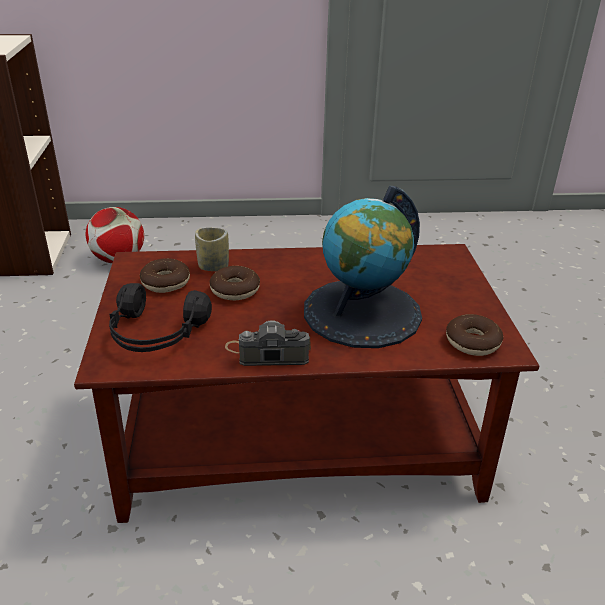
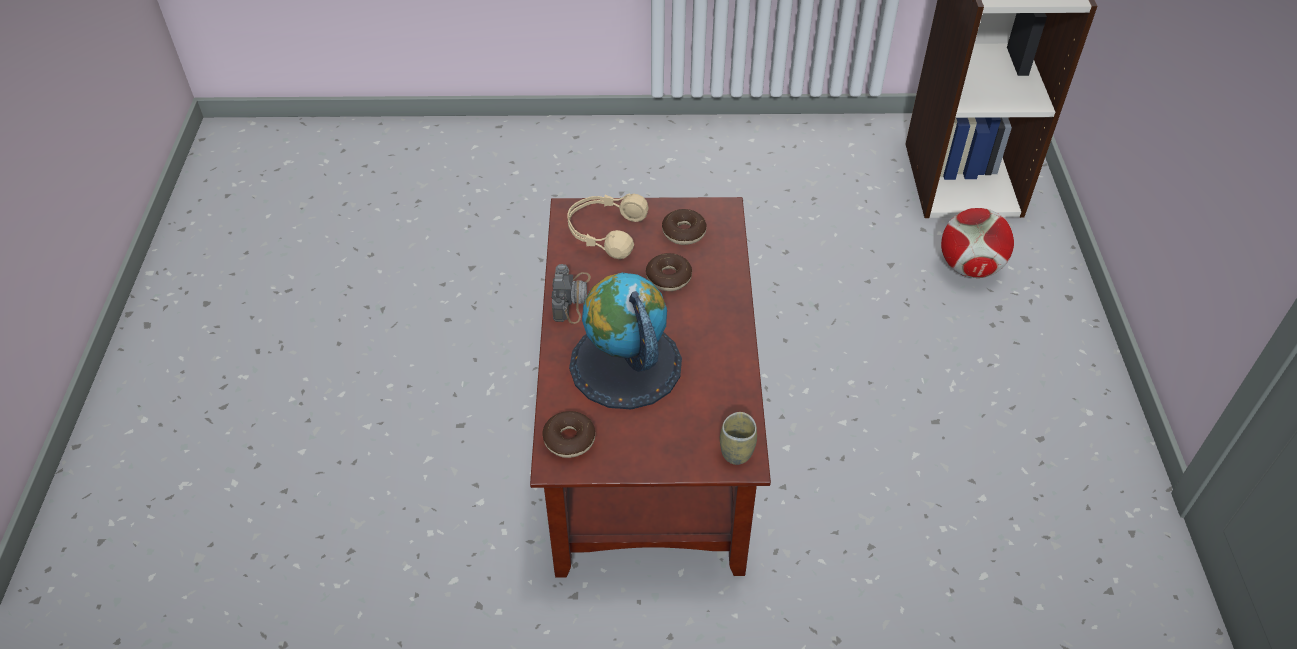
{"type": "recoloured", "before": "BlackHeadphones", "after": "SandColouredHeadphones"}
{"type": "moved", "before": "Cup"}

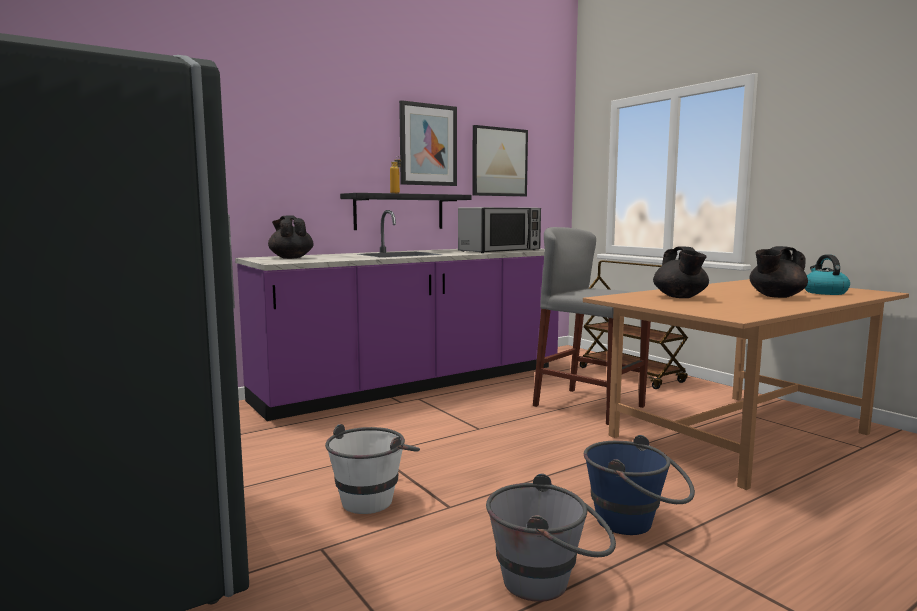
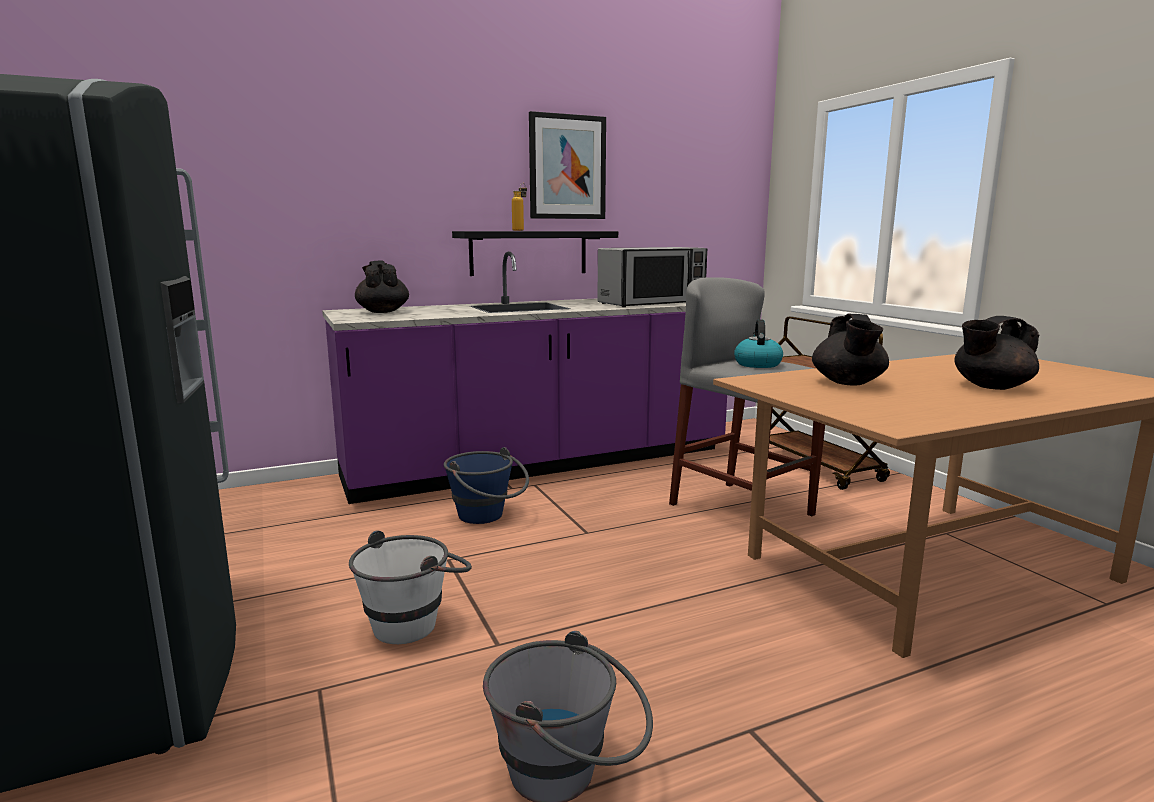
{"type": "moved", "before": "BlueColouredBucket"}
{"type": "moved", "before": "Kettle"}
{"type": "removed", "before": "WallPicture (2nd from left)"}

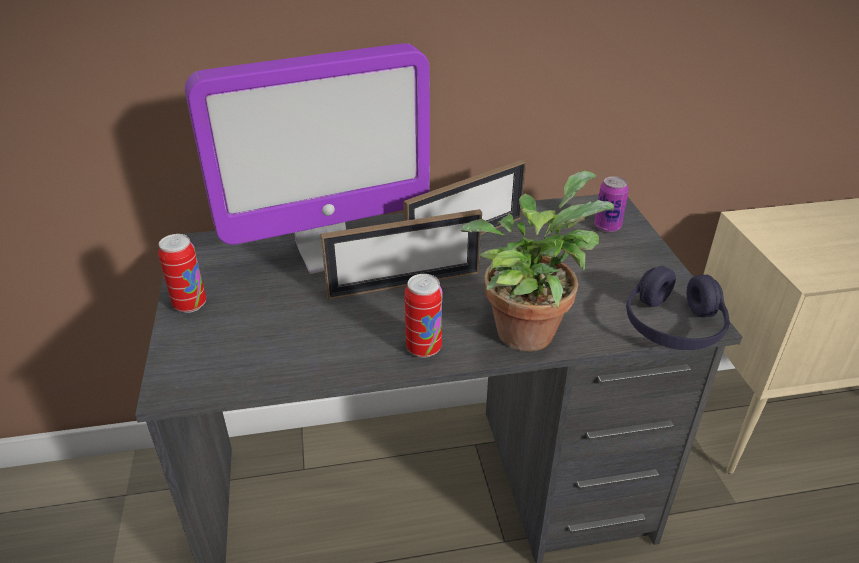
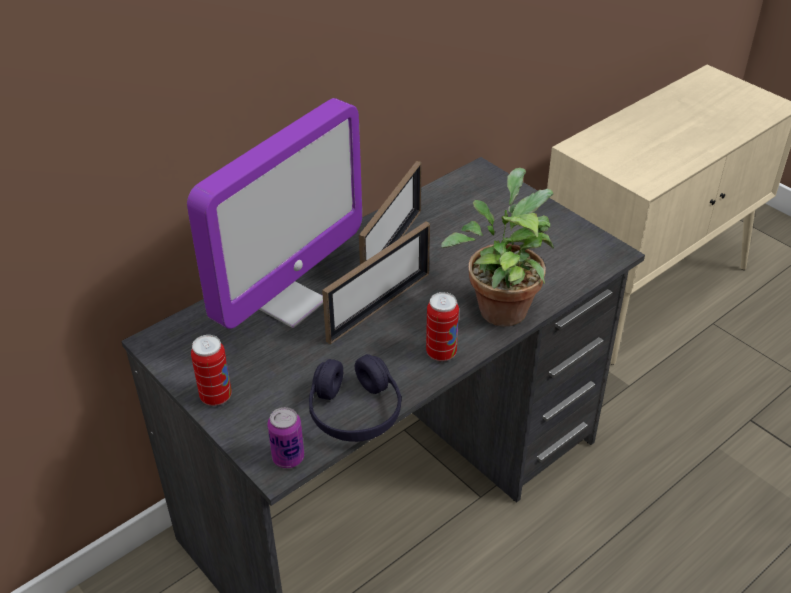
{"type": "moved", "before": "SealedCan (3rd from left in the first image)", "after": "SealedCan (2nd from left)"}
{"type": "moved", "before": "PurpleColouredHeadphones"}

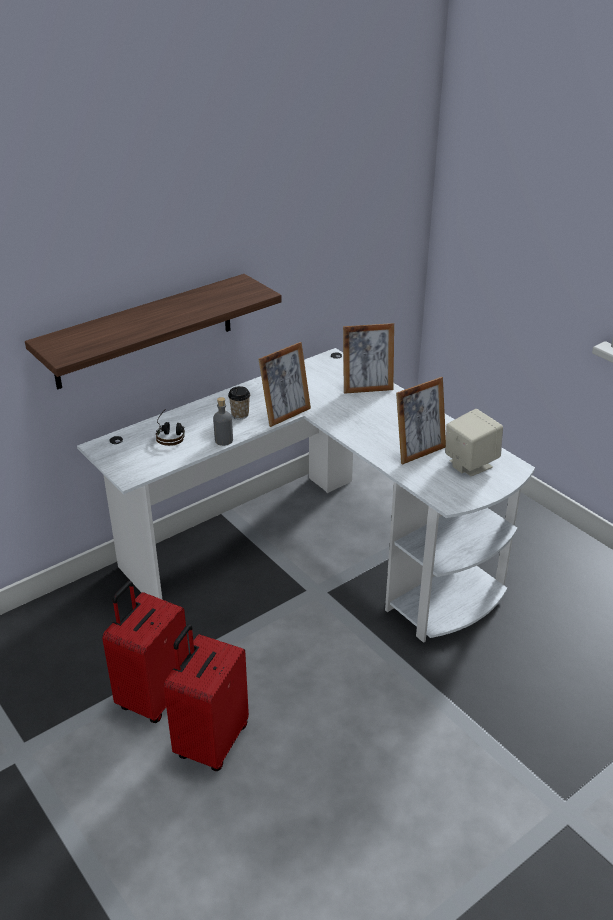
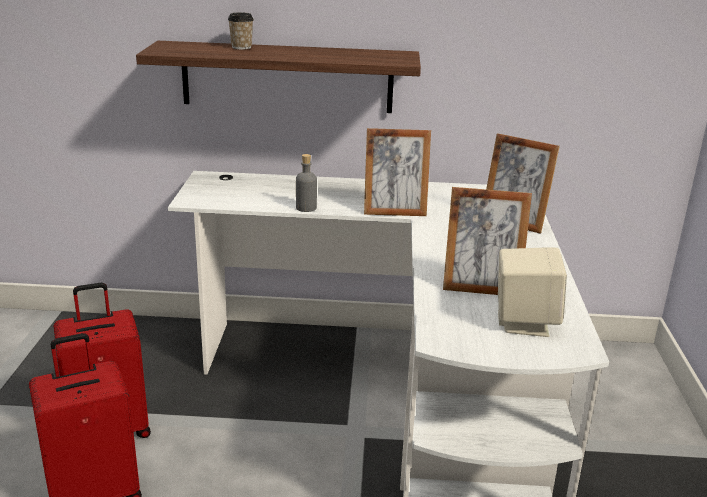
{"type": "moved", "before": "Cup"}
{"type": "removed", "before": "Headphones"}

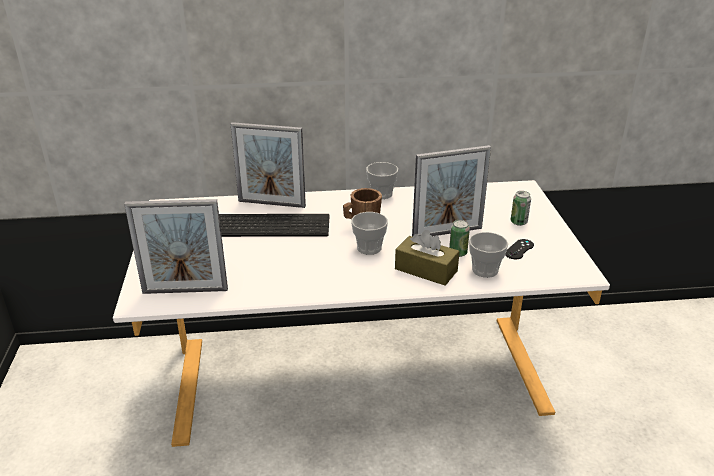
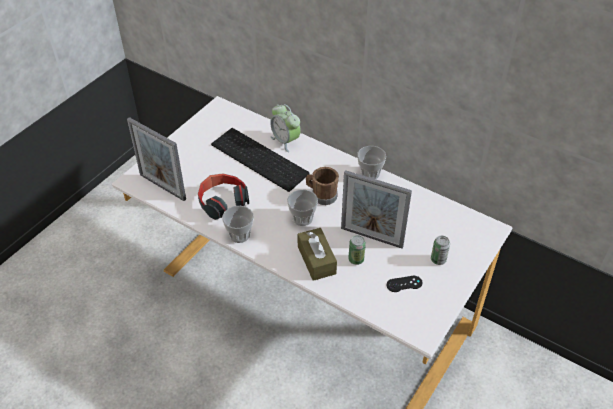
{"type": "added", "after": "Headphones"}
{"type": "moved", "before": "Cup (3rd from left in the first image)", "after": "Cup (1st from left)"}
{"type": "replaced", "before": "PhotoFrame (2nd from left)", "after": "TableClock"}

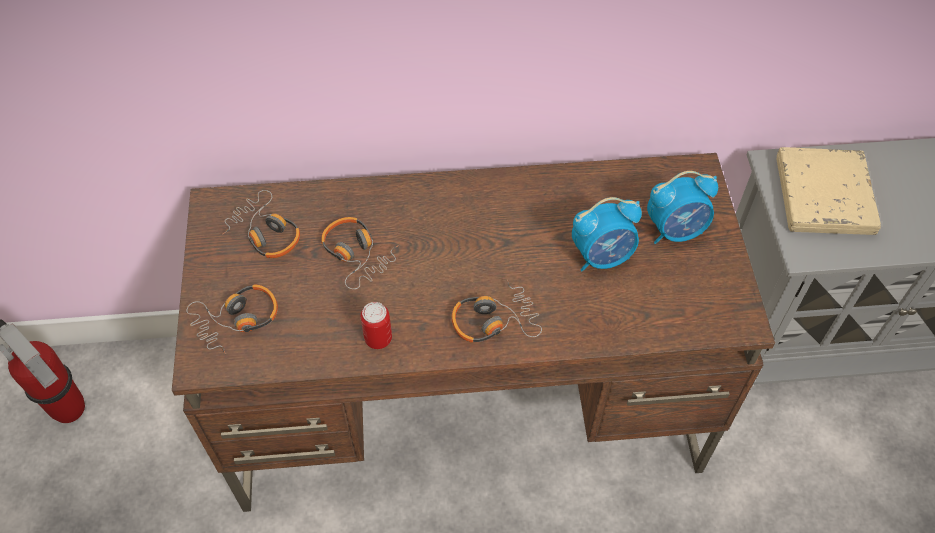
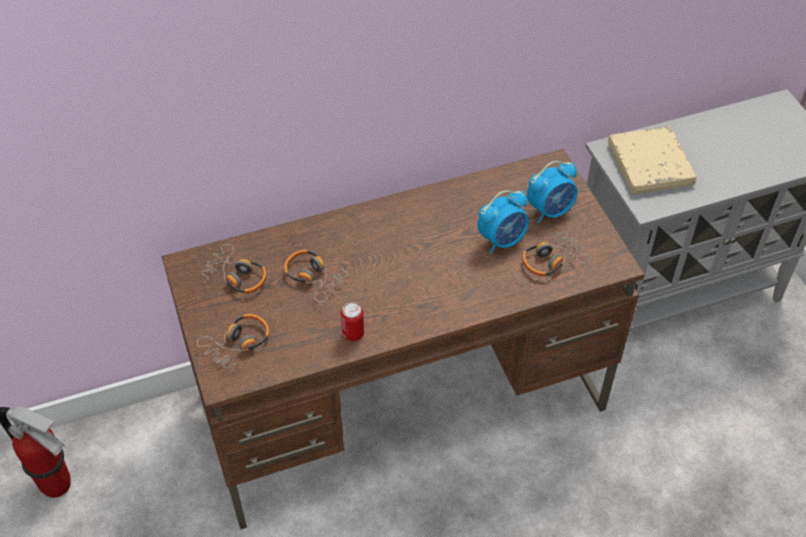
{"type": "moved", "before": "Headphones (4th from left)"}

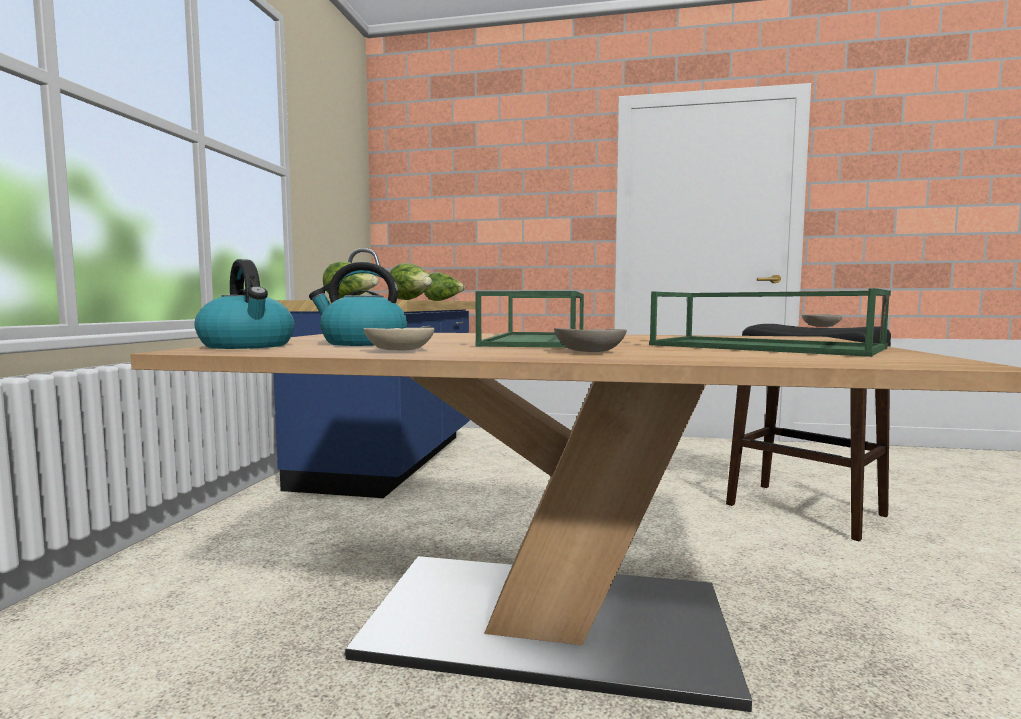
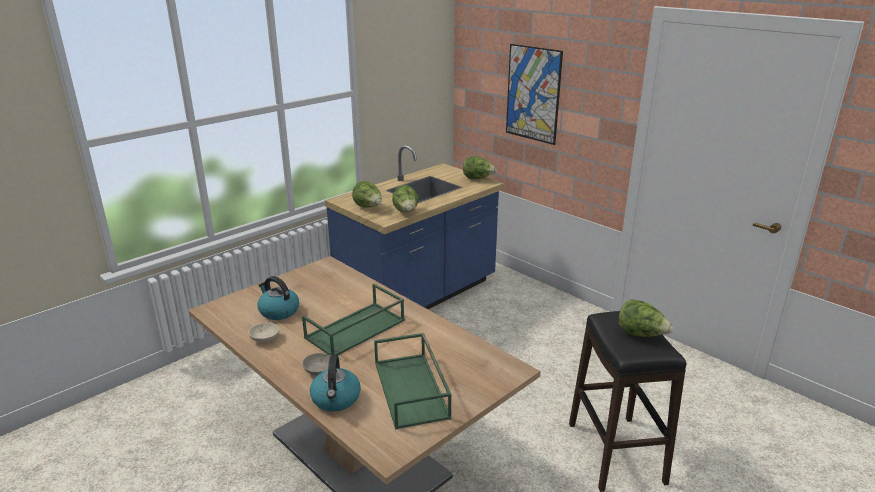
{"type": "moved", "before": "Kettle (1st from left in the first image)", "after": "Kettle (2nd from left)"}
{"type": "added", "after": "WallPicture"}
{"type": "replaced", "before": "SandColouredBowl (3rd from left)", "after": "LettuceHead (4th from left)"}

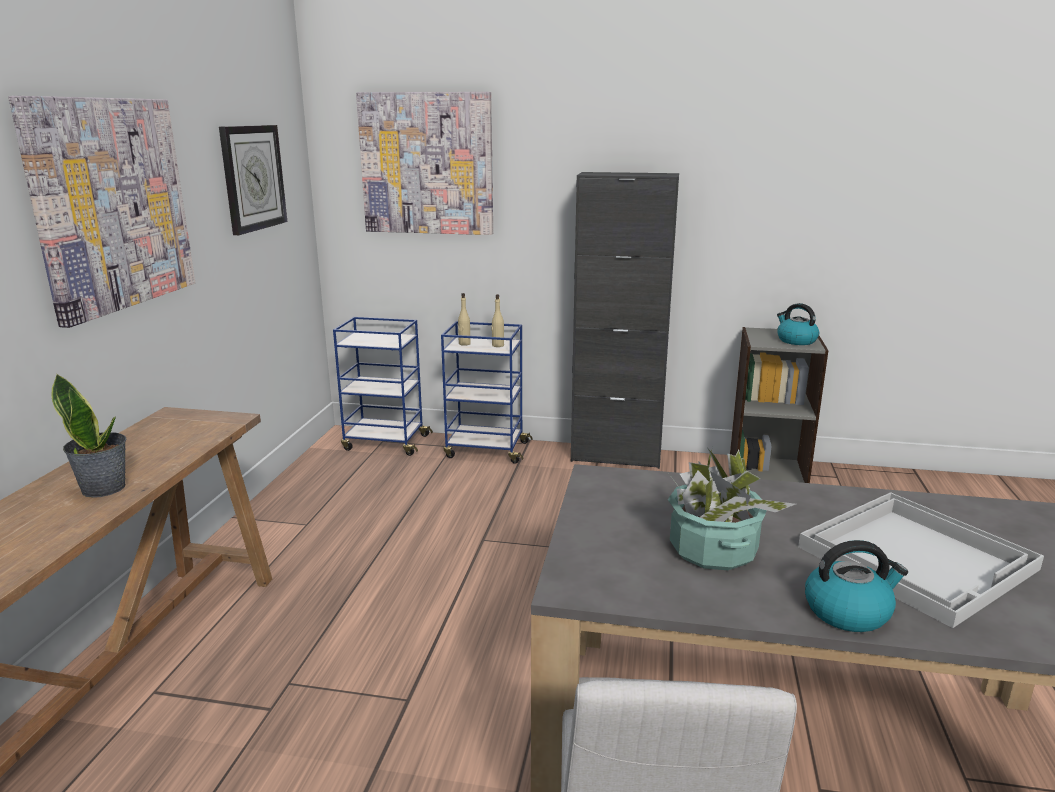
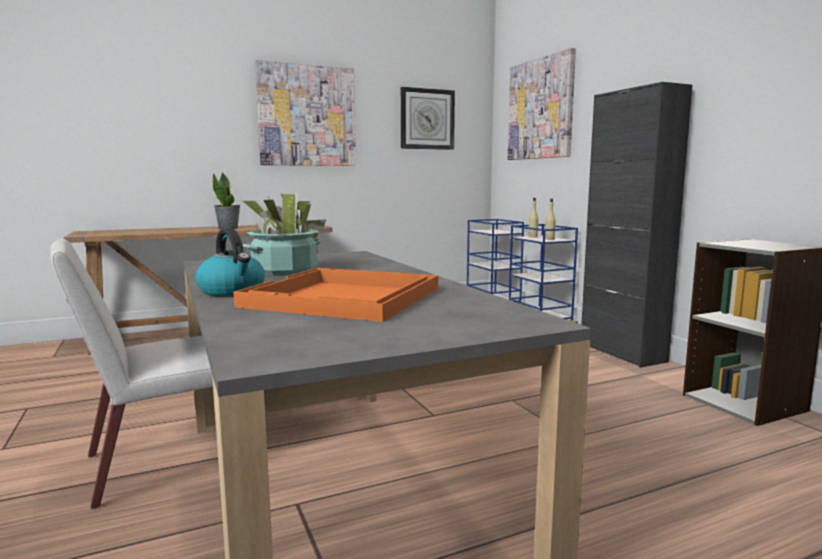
{"type": "recoloured", "before": "WhiteCarryingTray", "after": "OrangeyCarryingTray"}
{"type": "removed", "before": "Kettle (1st from left)"}

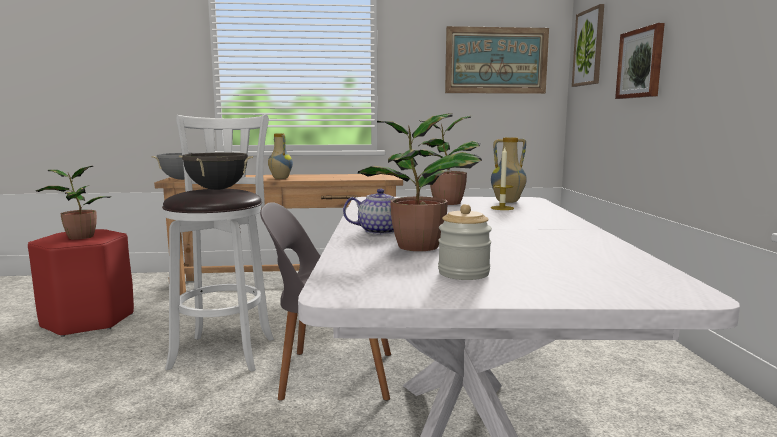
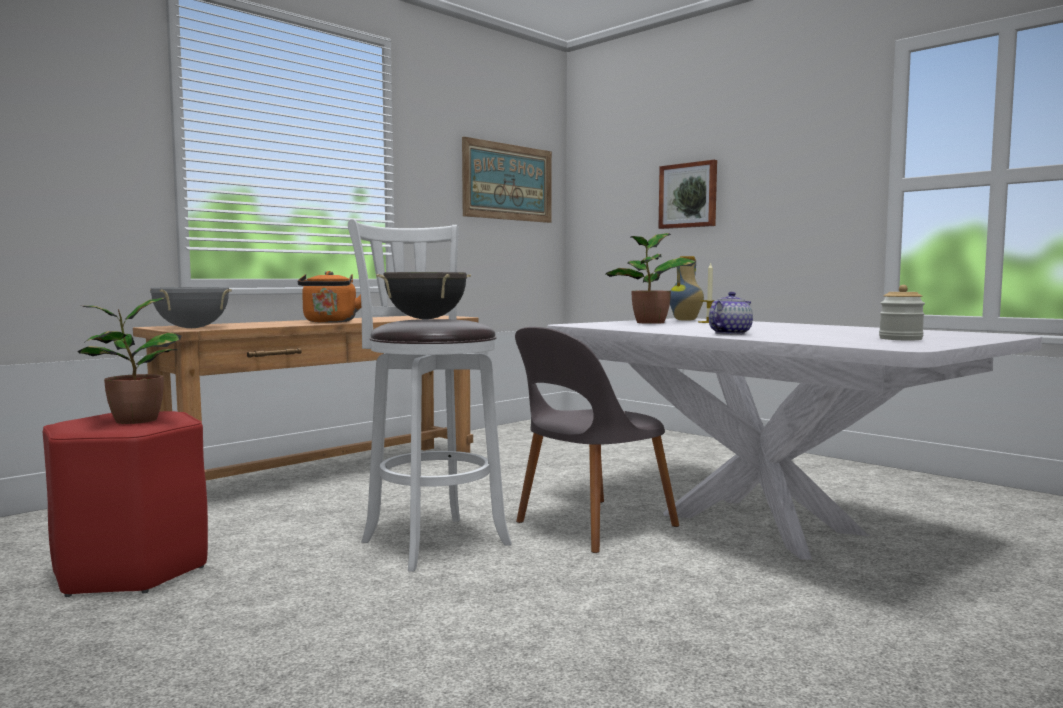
{"type": "replaced", "before": "DecorativeVase (1st from left)", "after": "OrangeyKettle"}
{"type": "removed", "before": "Houseplant (2nd from left)"}
{"type": "removed", "before": "WallPicture (2nd from left)"}

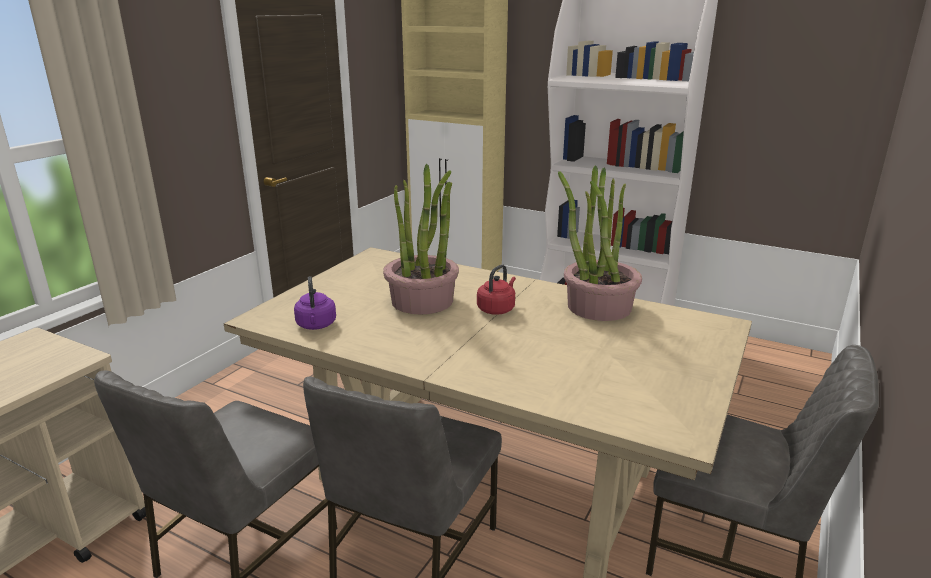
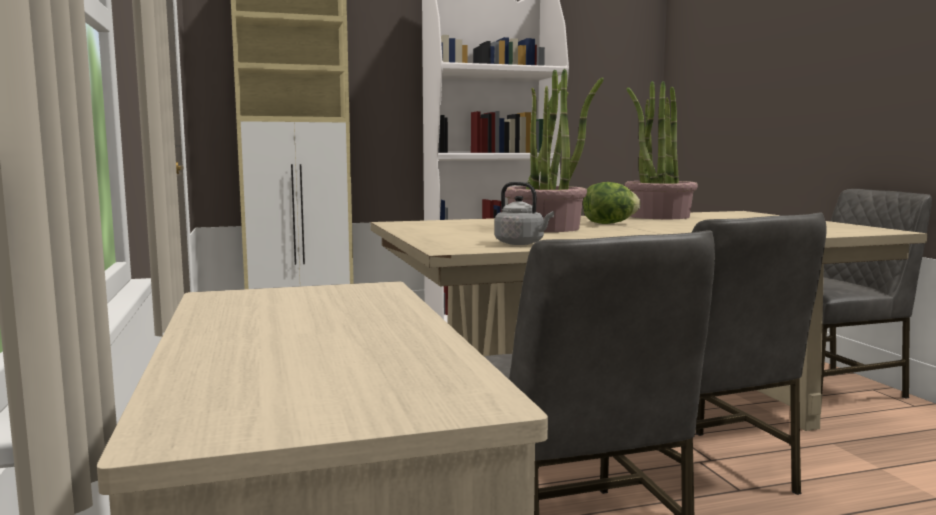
{"type": "recoloured", "before": "PurpleColouredKettle", "after": "GrayKettle"}
{"type": "replaced", "before": "RedColouredKettle", "after": "LettuceHead"}

